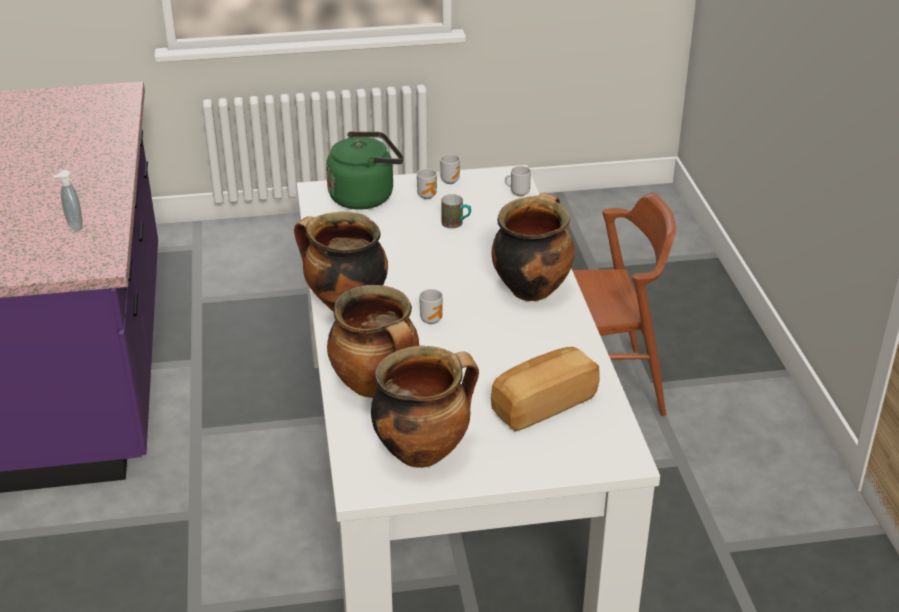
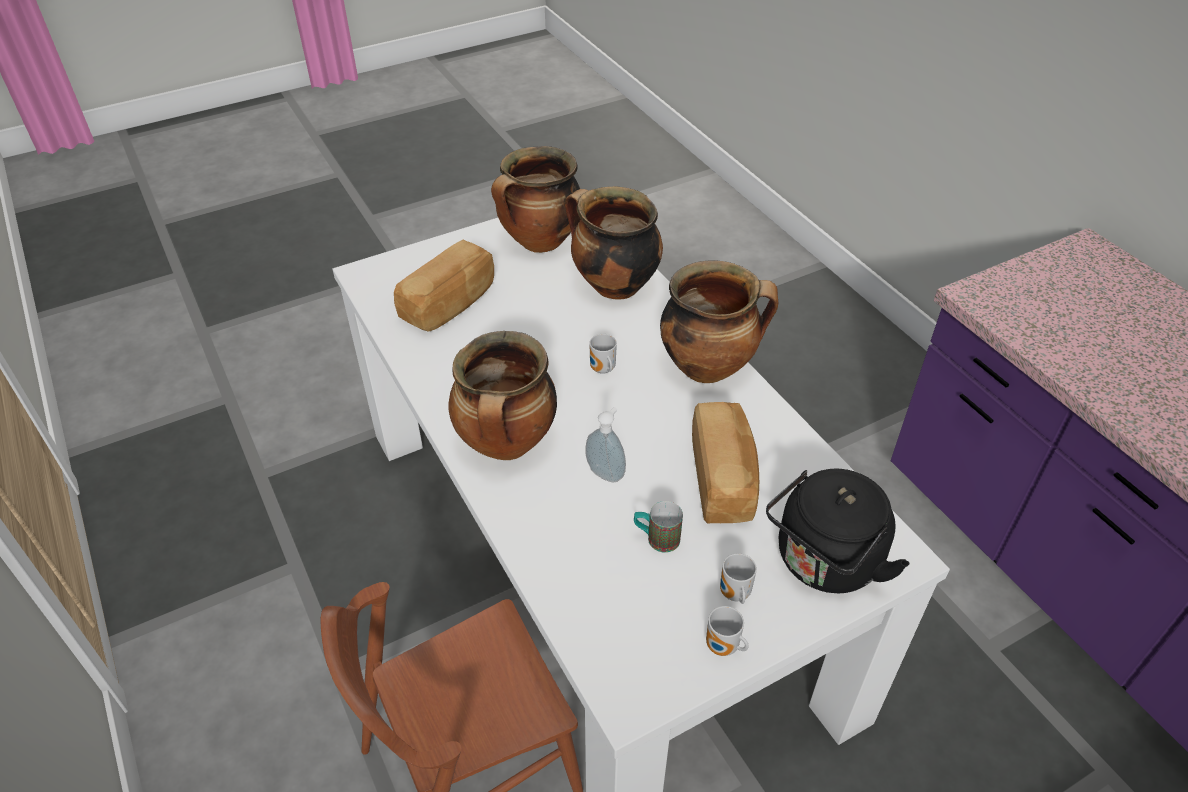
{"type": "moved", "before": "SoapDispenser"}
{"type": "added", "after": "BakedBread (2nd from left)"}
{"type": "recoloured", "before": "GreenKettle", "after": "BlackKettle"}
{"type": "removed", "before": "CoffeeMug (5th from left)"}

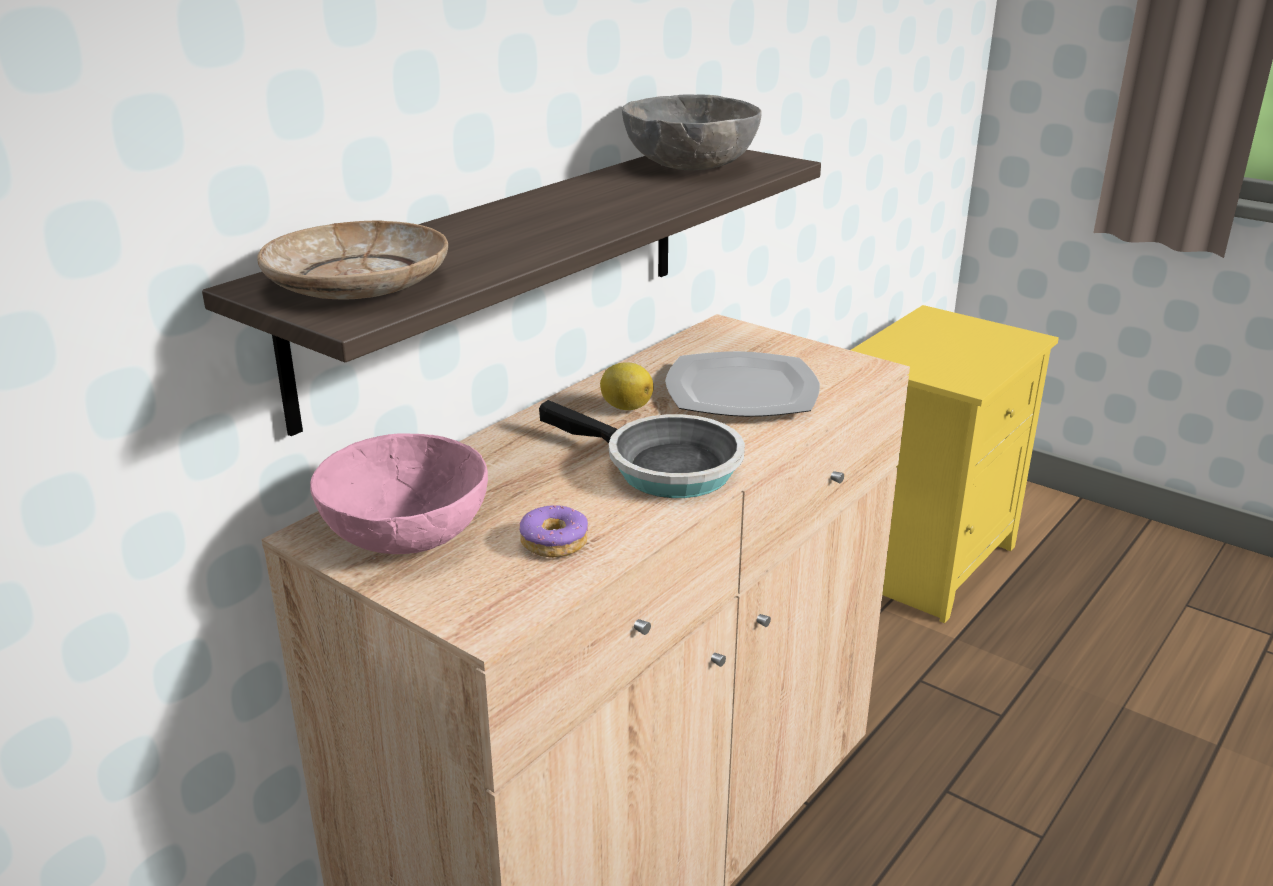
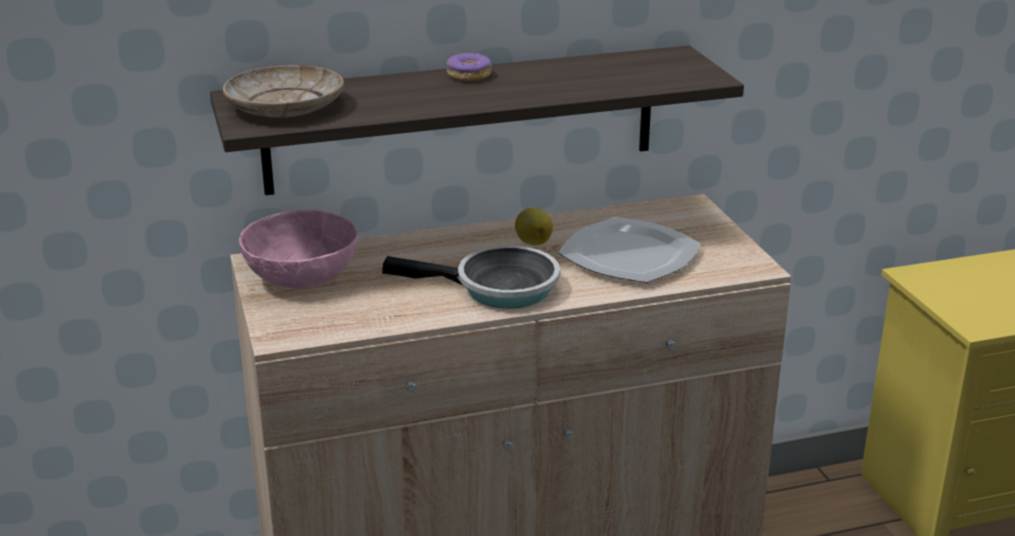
{"type": "turned", "before": "FryingPan", "turn": -60}
{"type": "moved", "before": "RingDoughnut"}
{"type": "removed", "before": "GrayBowl"}

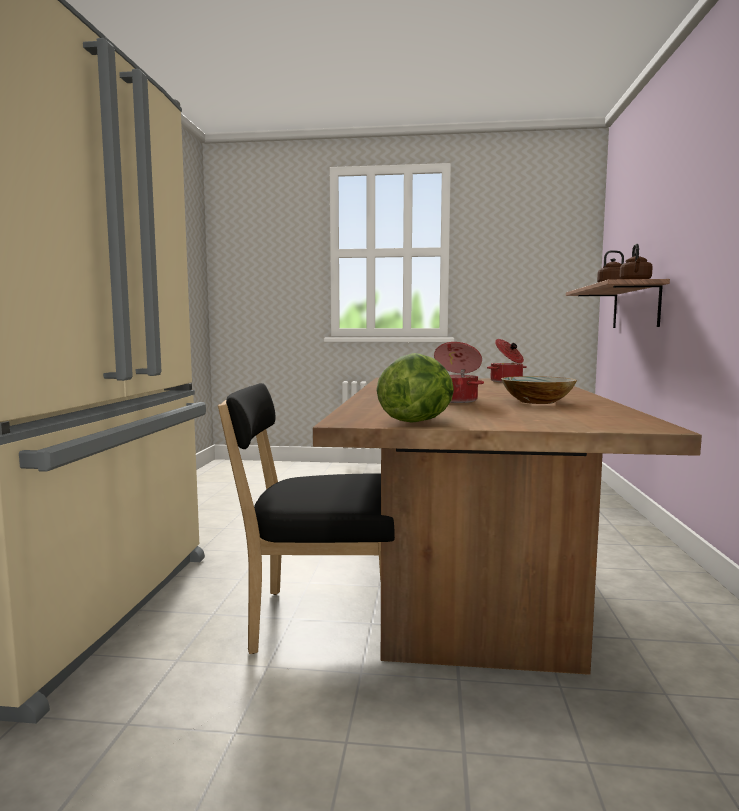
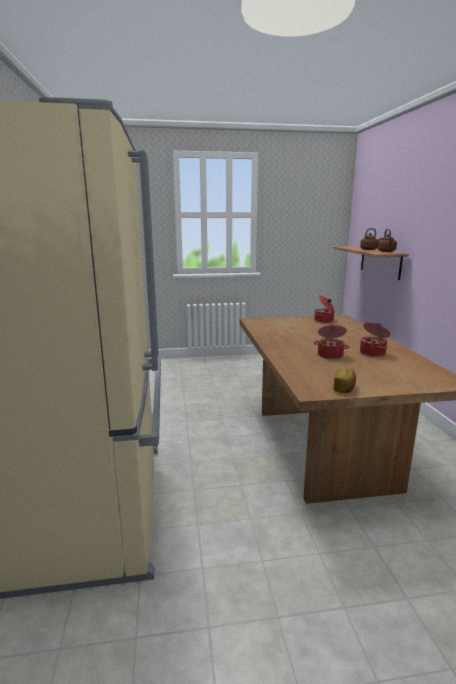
{"type": "replaced", "before": "LettuceHead", "after": "BakedBread"}
{"type": "replaced", "before": "Bowl", "after": "Stockpot (3rd from left)"}
{"type": "removed", "before": "BlackPlainChair"}

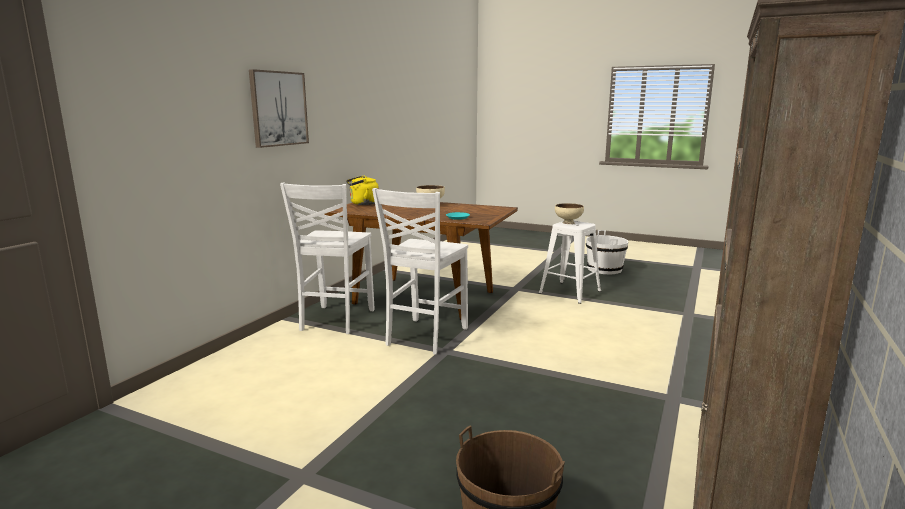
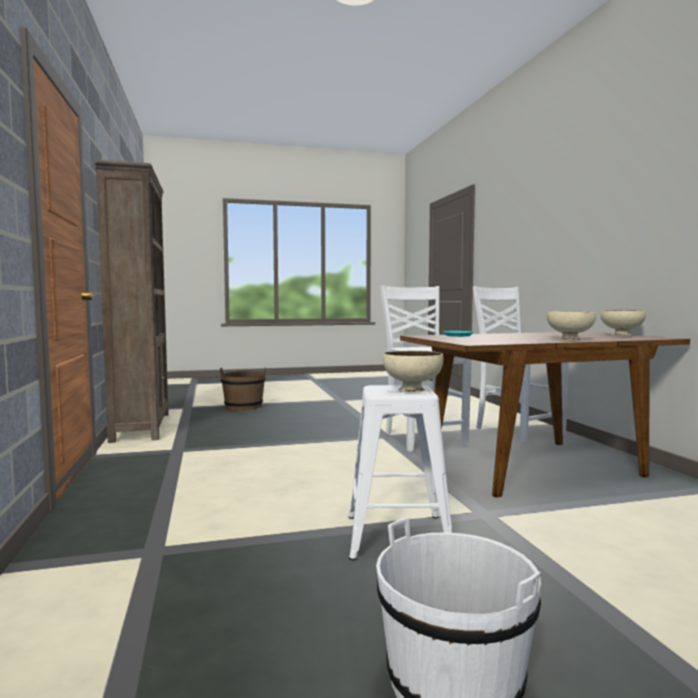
{"type": "replaced", "before": "YellowishKettle", "after": "SandColouredBowl (3rd from left)"}
{"type": "removed", "before": "WallPicture"}

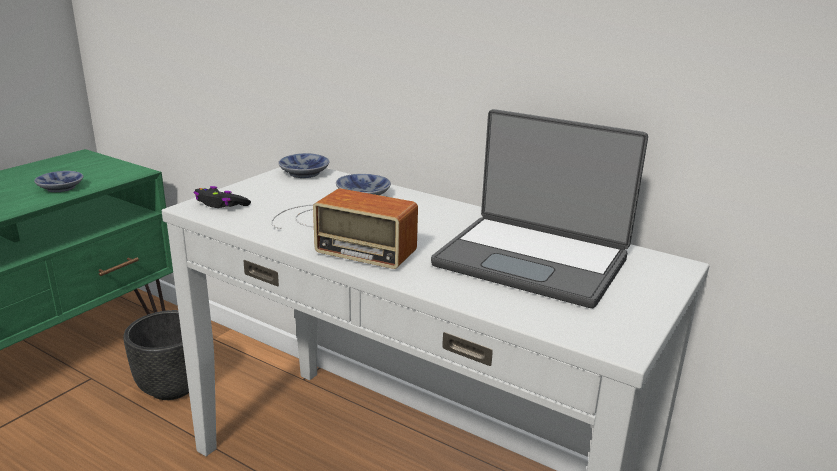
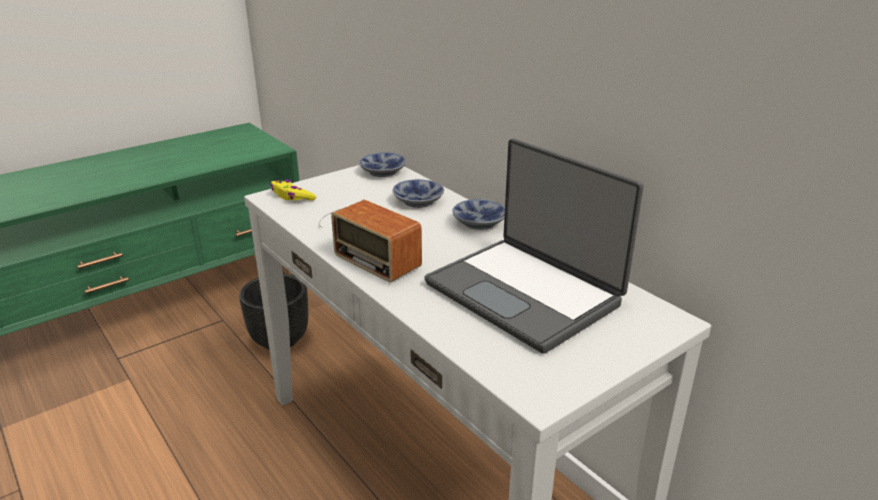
{"type": "recoloured", "before": "BlackGamepad", "after": "YellowishGamepad"}
{"type": "moved", "before": "Bowl (1st from left in the first image)", "after": "Bowl (3rd from left)"}

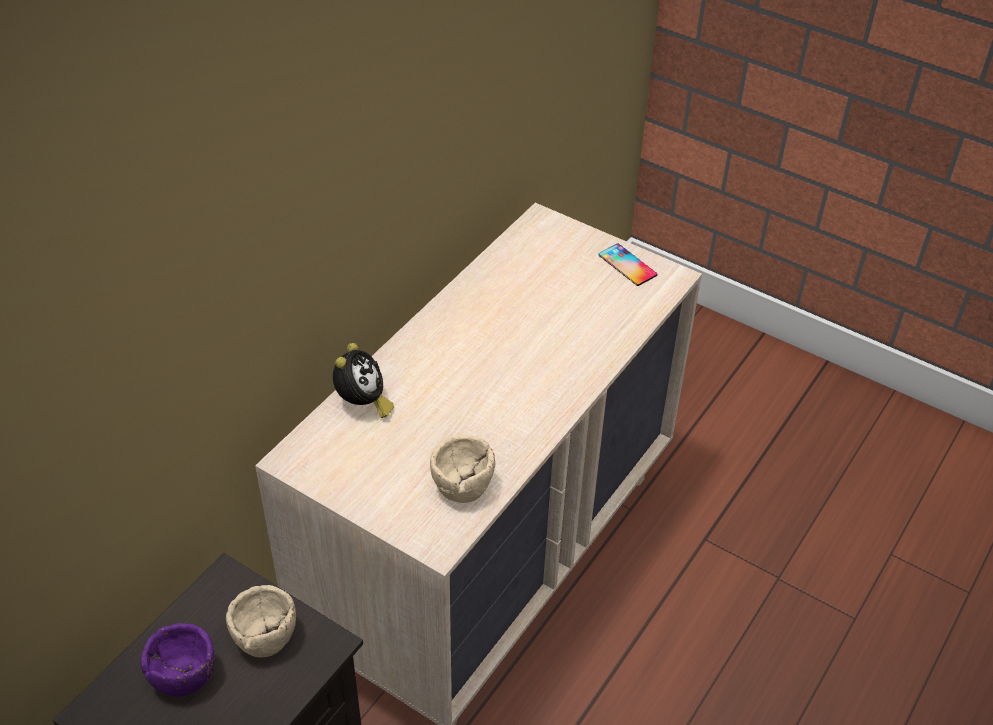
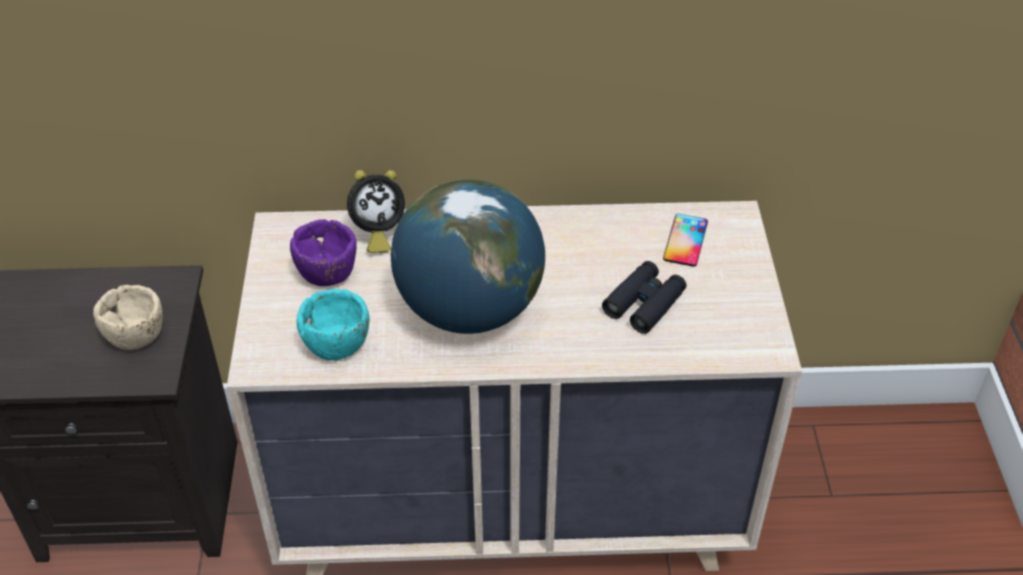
{"type": "moved", "before": "PurpleColouredBowl"}
{"type": "recoloured", "before": "SandColouredBowl (2nd from left)", "after": "TurquoiseBowl"}
{"type": "added", "after": "WorldGlobe"}
{"type": "added", "after": "BlackFieldGlasses"}
{"type": "moved", "before": "Telephone"}

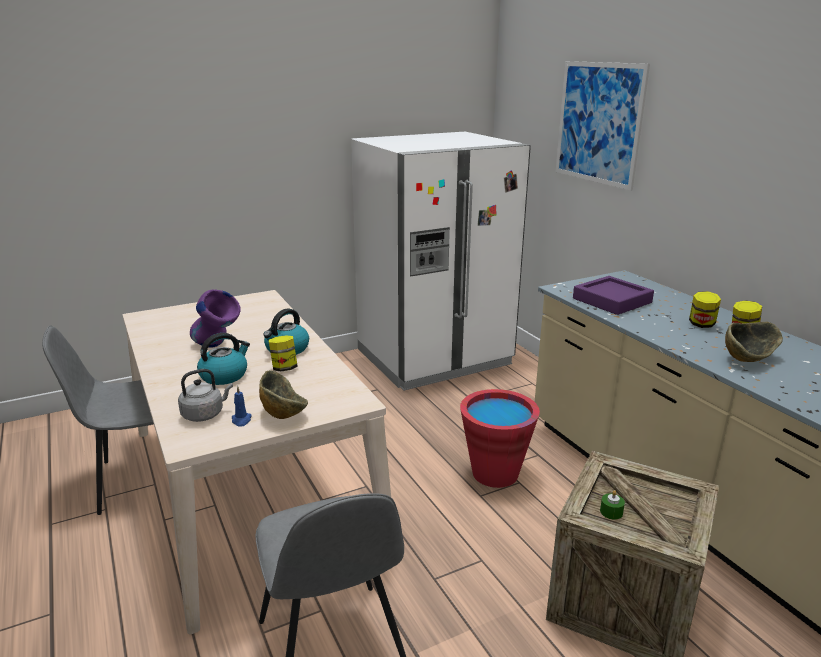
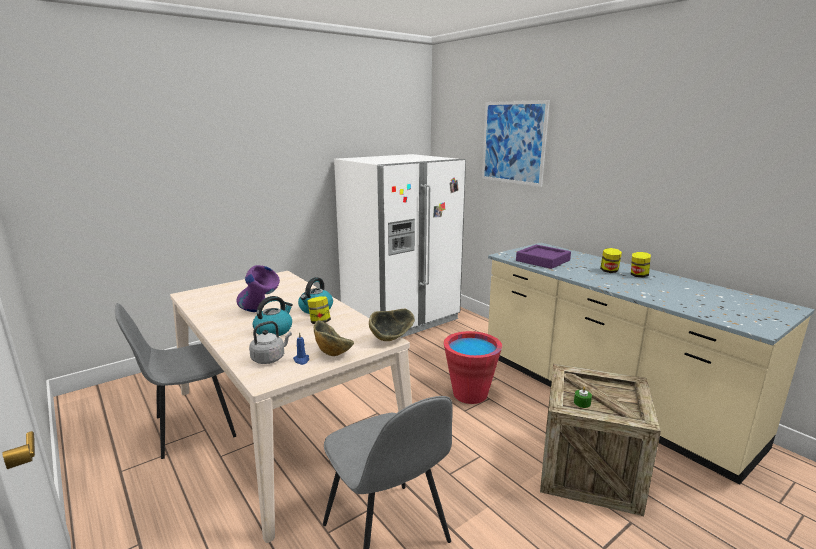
{"type": "moved", "before": "Bowl (2nd from left)"}

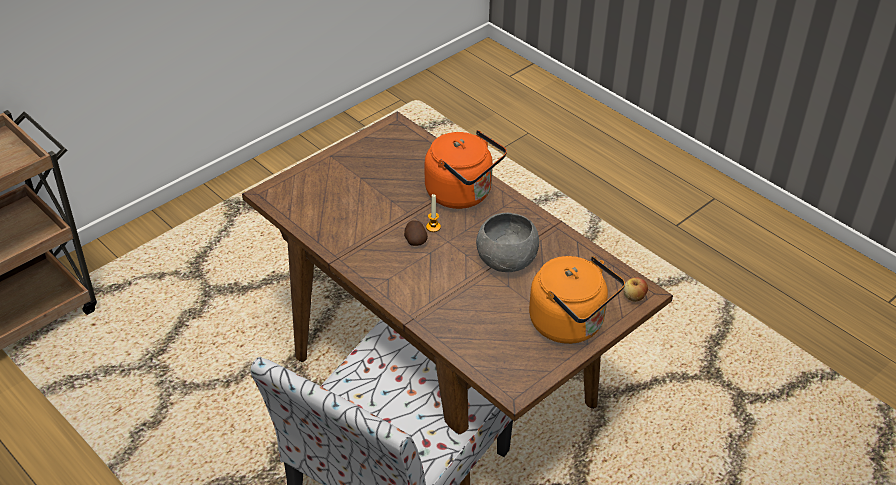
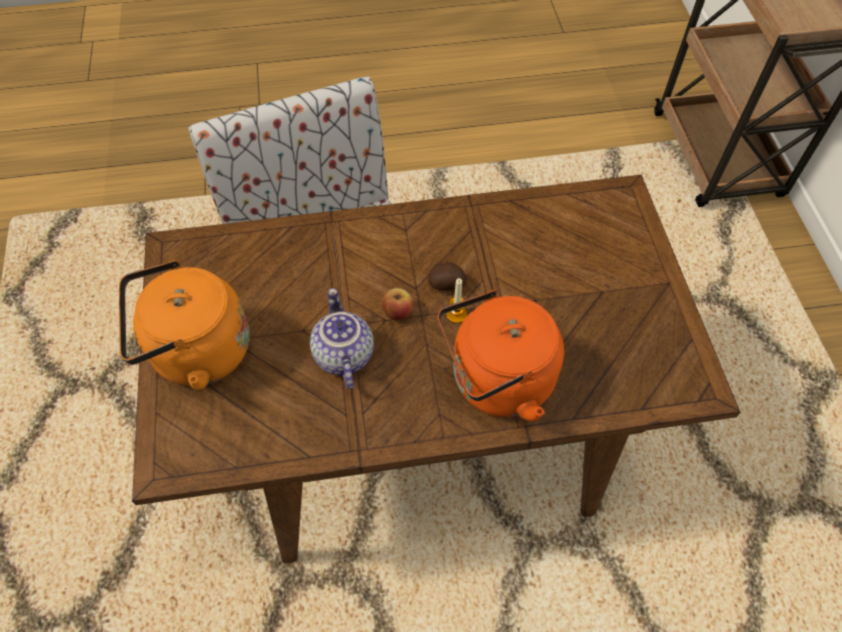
{"type": "replaced", "before": "GrayBowl", "after": "Teapot"}
{"type": "moved", "before": "AppleFruit"}

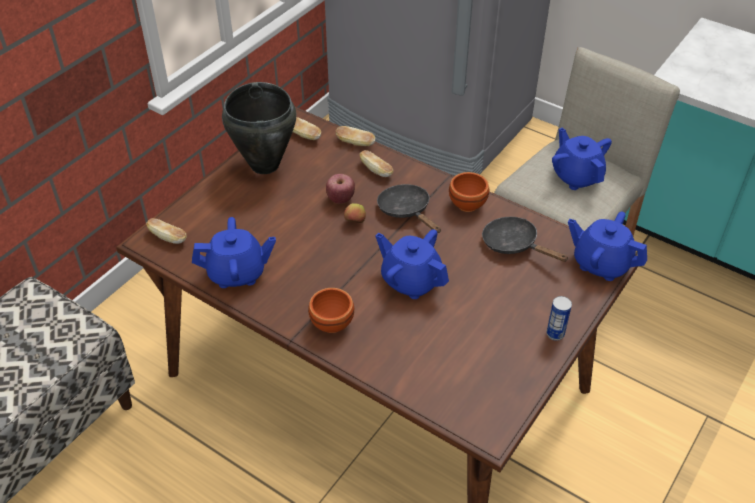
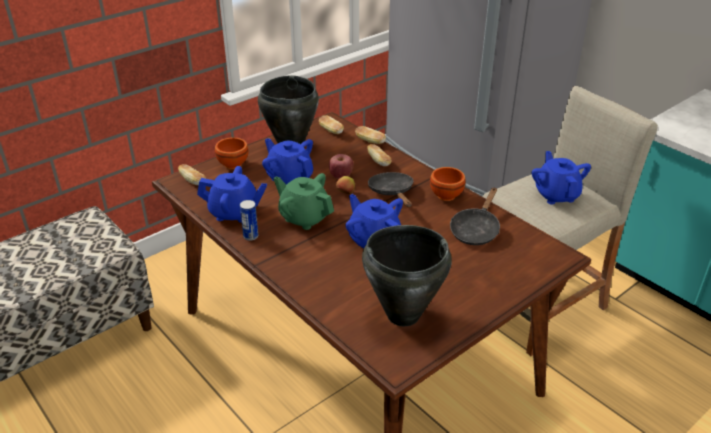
{"type": "moved", "before": "BrownColouredBowl (1st from left)"}
{"type": "moved", "before": "SealedCan"}
{"type": "moved", "before": "BlueColouredTeapot (4th from left in the first image)", "after": "BlueColouredTeapot (2nd from left)"}
{"type": "added", "after": "GreenTeapot"}
{"type": "added", "after": "BlackStockpot (2nd from left)"}
{"type": "turned", "before": "BlackFryingPan (2nd from left)", "turn": -120}

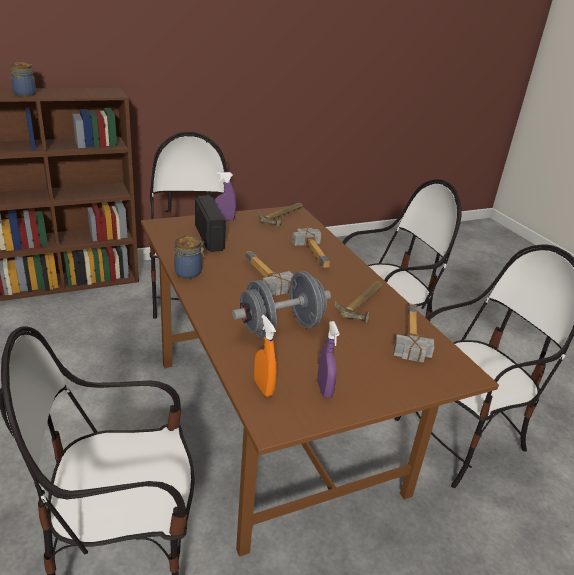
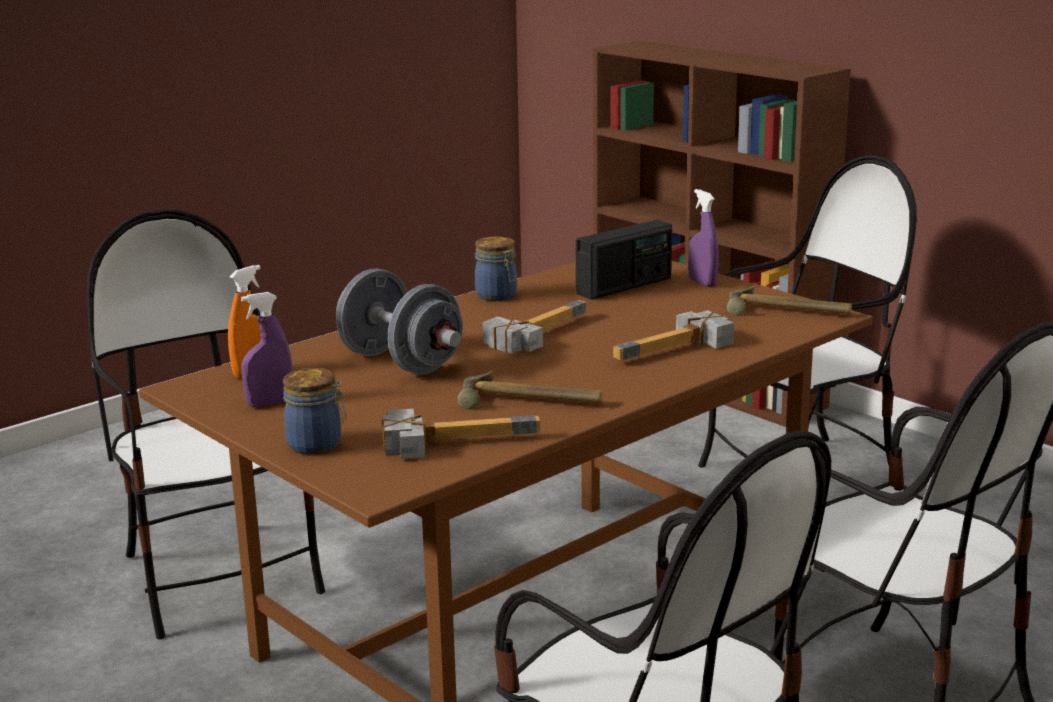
{"type": "moved", "before": "PreserveJar (1st from left)"}

